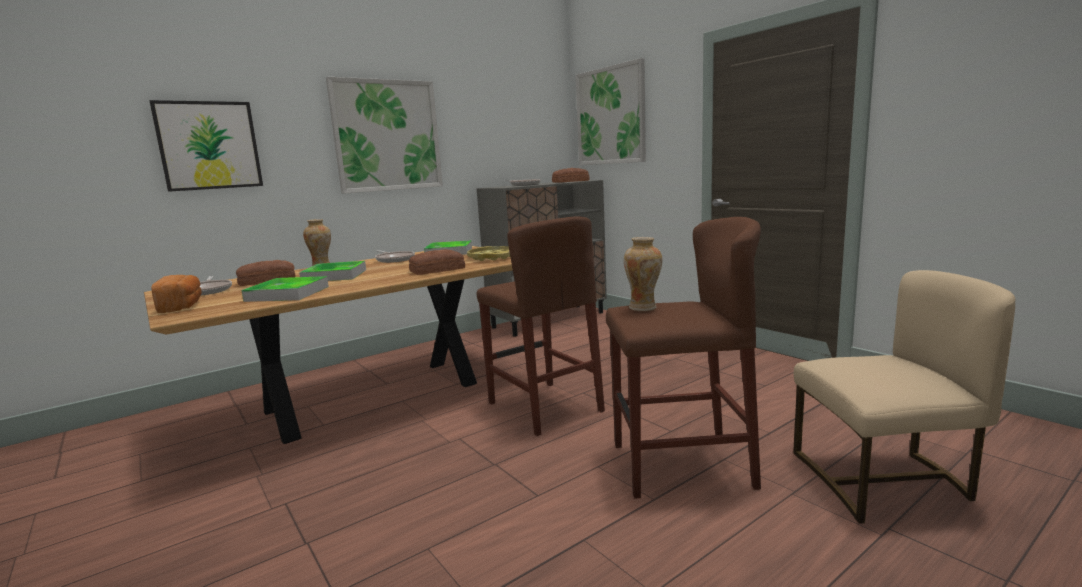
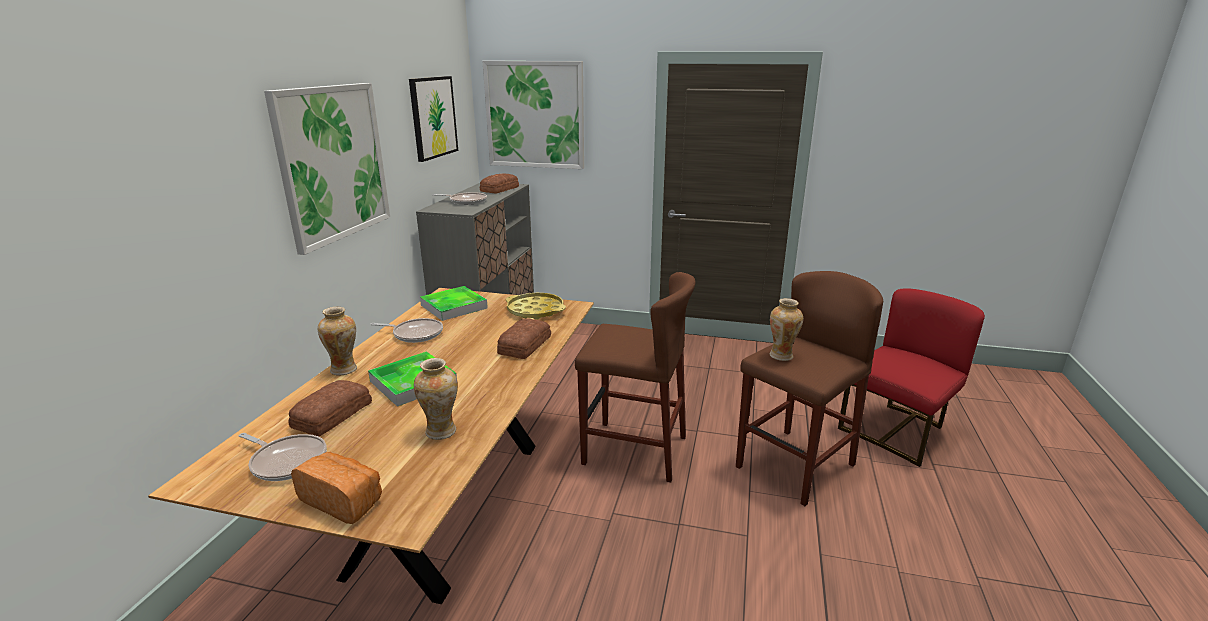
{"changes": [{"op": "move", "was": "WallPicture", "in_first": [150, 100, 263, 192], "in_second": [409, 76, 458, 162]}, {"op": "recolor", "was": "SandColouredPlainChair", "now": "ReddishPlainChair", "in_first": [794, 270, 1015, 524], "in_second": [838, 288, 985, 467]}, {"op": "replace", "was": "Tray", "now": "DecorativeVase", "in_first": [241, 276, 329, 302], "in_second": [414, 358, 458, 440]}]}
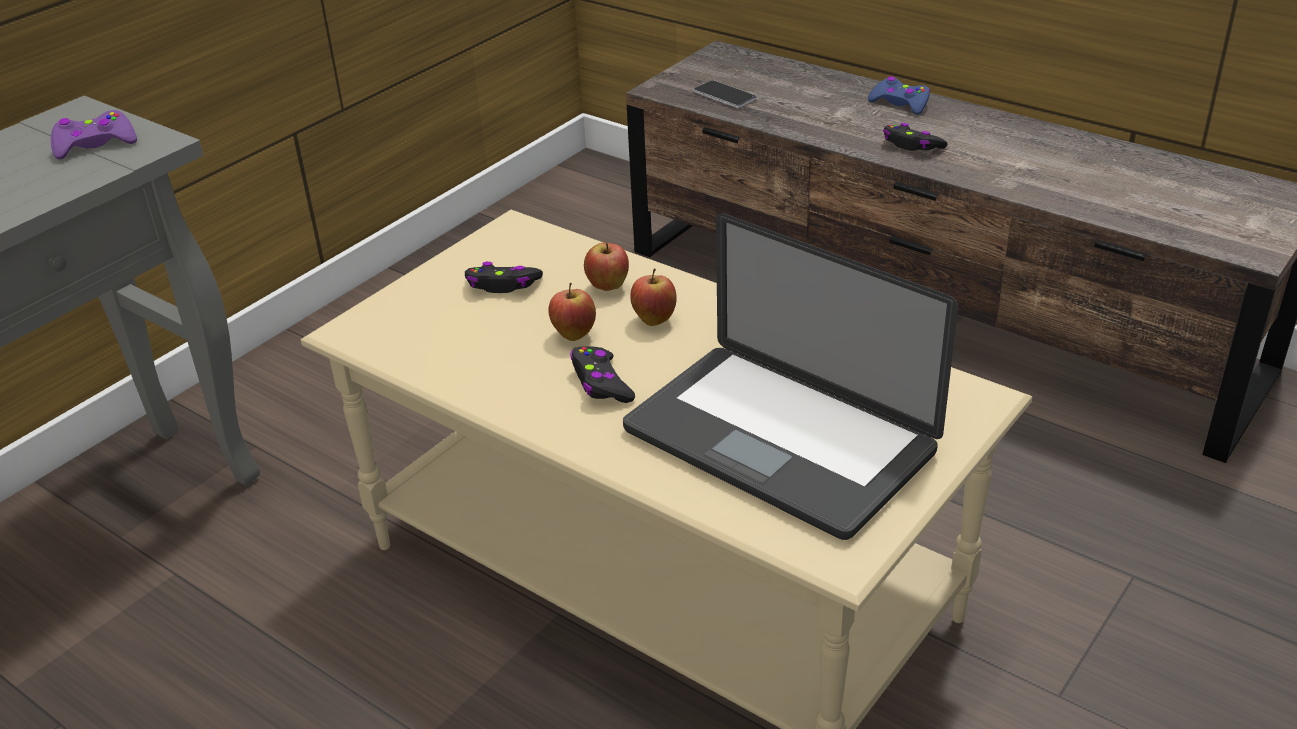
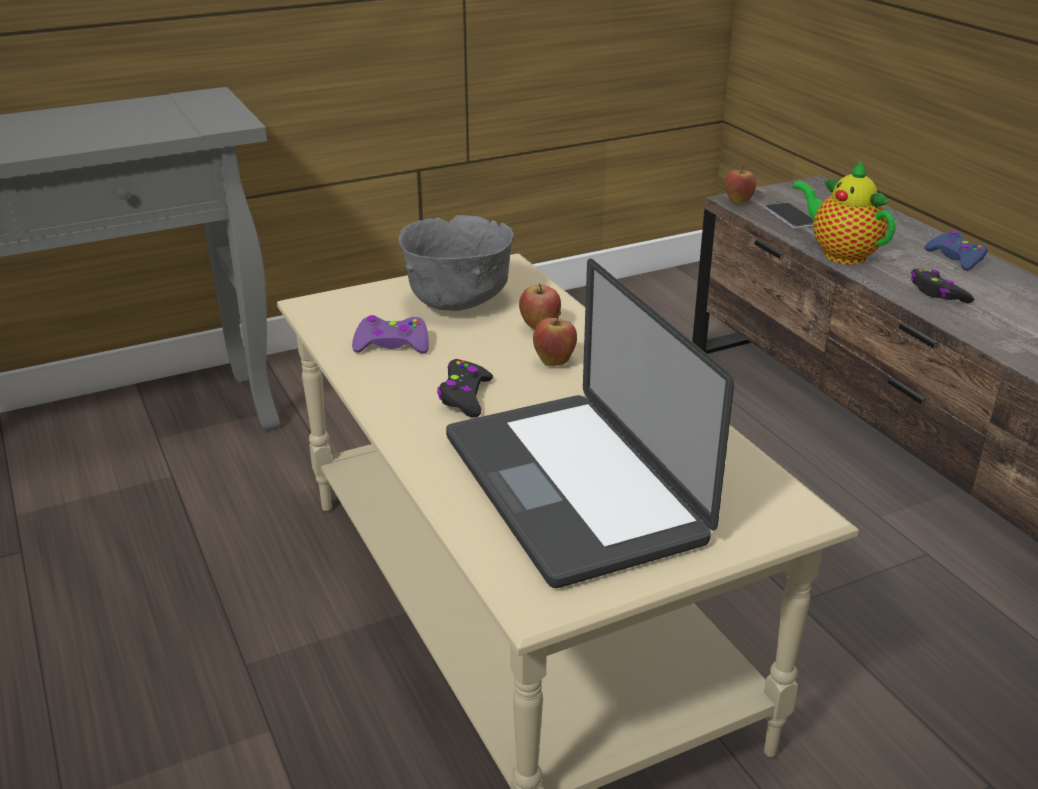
{"changes": [{"op": "move", "was": "PurplishGameController", "in_first": [51, 110, 137, 159], "in_second": [352, 315, 429, 353]}, {"op": "replace", "was": "BlackGameController", "now": "GrayServingBowl", "in_first": [465, 262, 543, 293], "in_second": [398, 215, 514, 311]}, {"op": "move", "was": "Apple", "in_first": [548, 283, 596, 341], "in_second": [725, 164, 756, 204]}, {"op": "insert", "now": "Teapot", "in_second": [792, 161, 895, 265]}]}
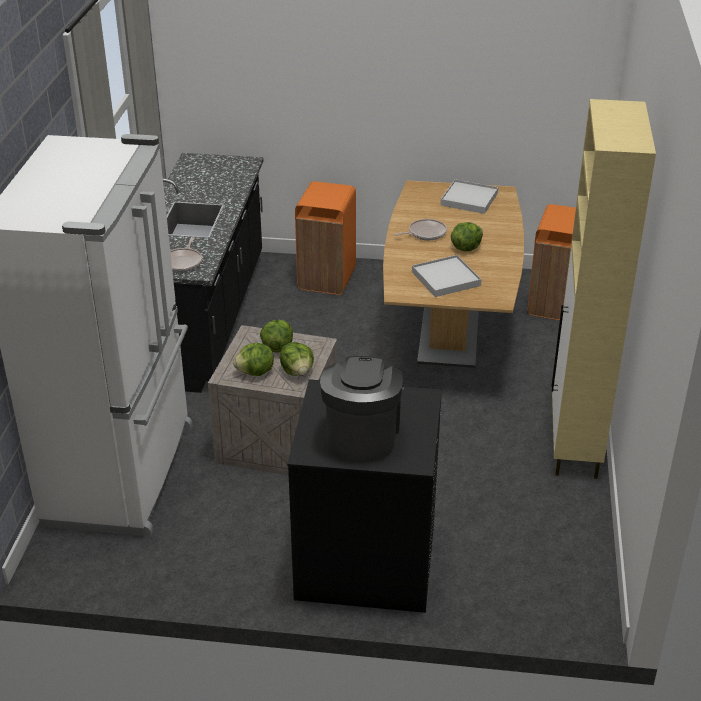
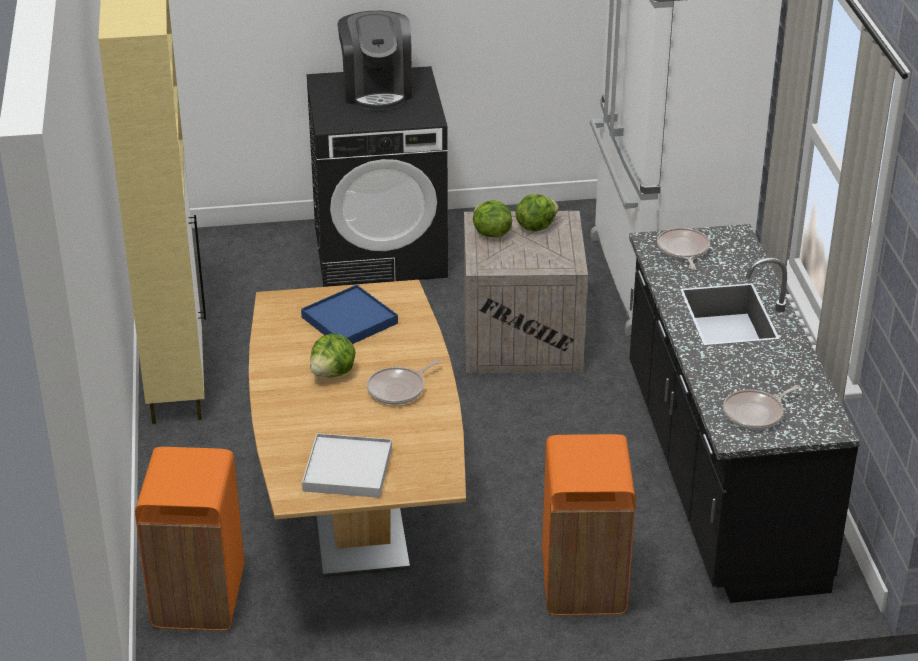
{"changes": [{"op": "recolor", "was": "WhiteColouredTray", "now": "BluishTray", "in_first": [412, 255, 482, 297], "in_second": [301, 285, 398, 344]}, {"op": "delete", "was": "HeadOfLettuce", "in_first": [260, 320, 293, 353]}, {"op": "insert", "now": "Skillet", "in_second": [723, 385, 800, 430]}]}
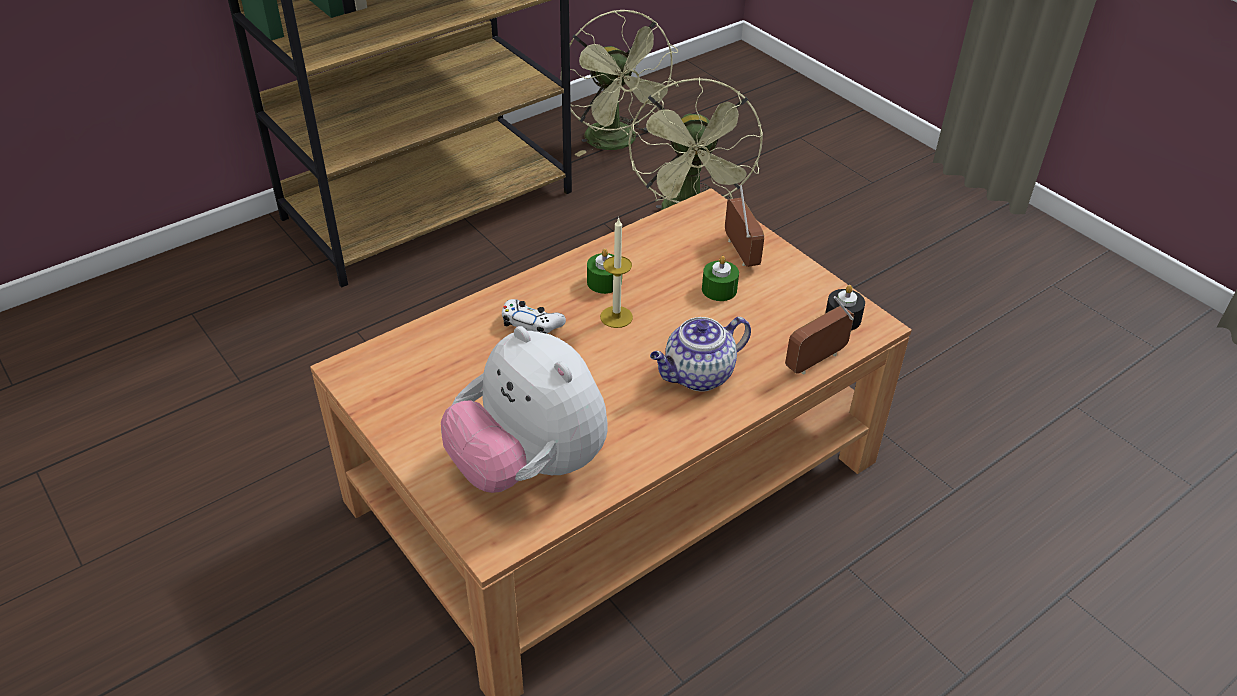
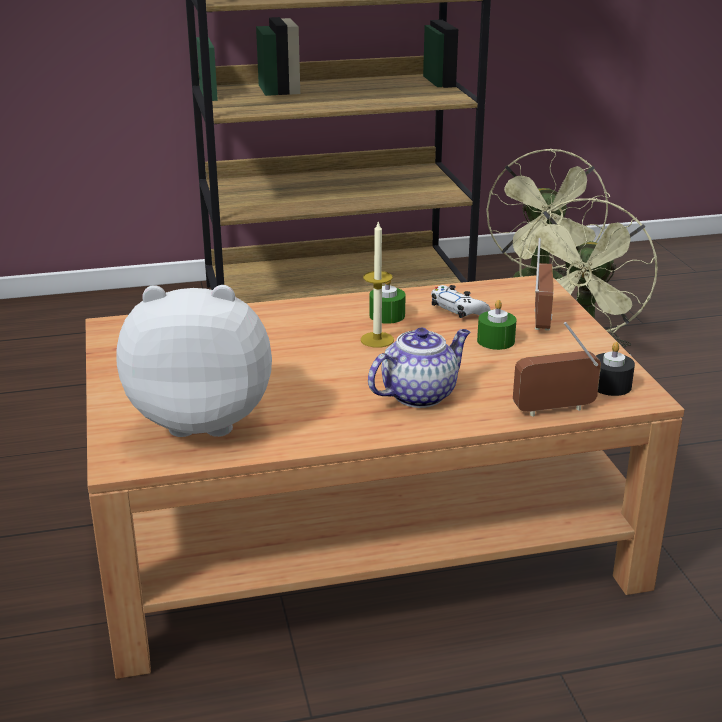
{"changes": [{"op": "move", "was": "WhiteColouredGameController", "in_first": [502, 299, 566, 334], "in_second": [431, 285, 490, 318]}, {"op": "rotate", "was": "Teapot", "in_first": [650, 317, 751, 392], "in_second": [368, 328, 470, 408], "clockwise": 150}, {"op": "rotate", "was": "SoftToy", "in_first": [441, 326, 608, 493], "in_second": [116, 285, 272, 437], "clockwise": 105}]}
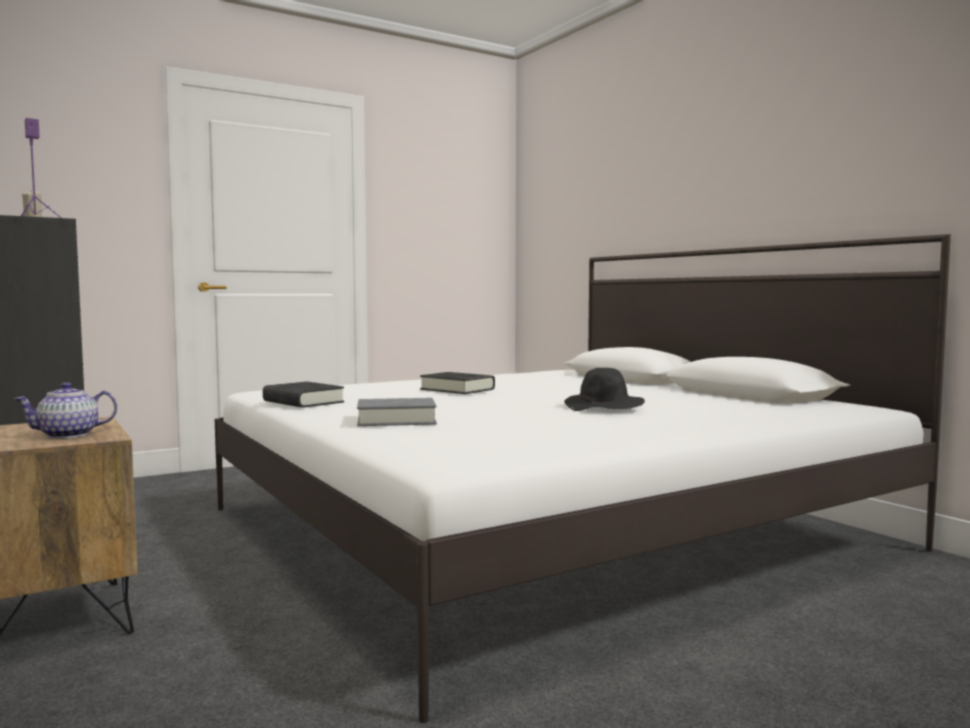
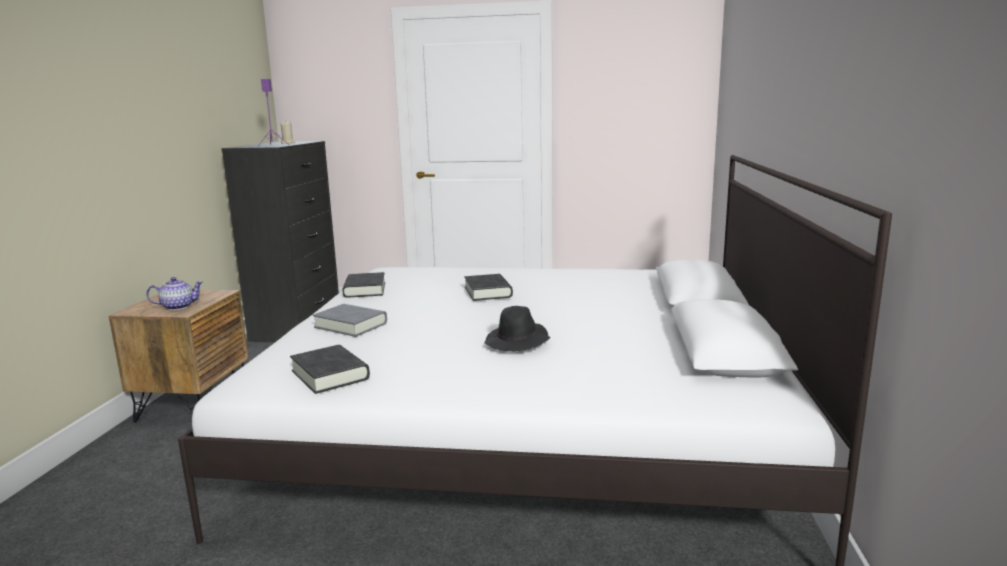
{"changes": [{"op": "rotate", "was": "Teapot", "in_first": [14, 382, 117, 439], "in_second": [146, 277, 203, 310], "clockwise": 150}, {"op": "insert", "now": "BlackBoundBook", "in_second": [290, 345, 370, 394]}]}
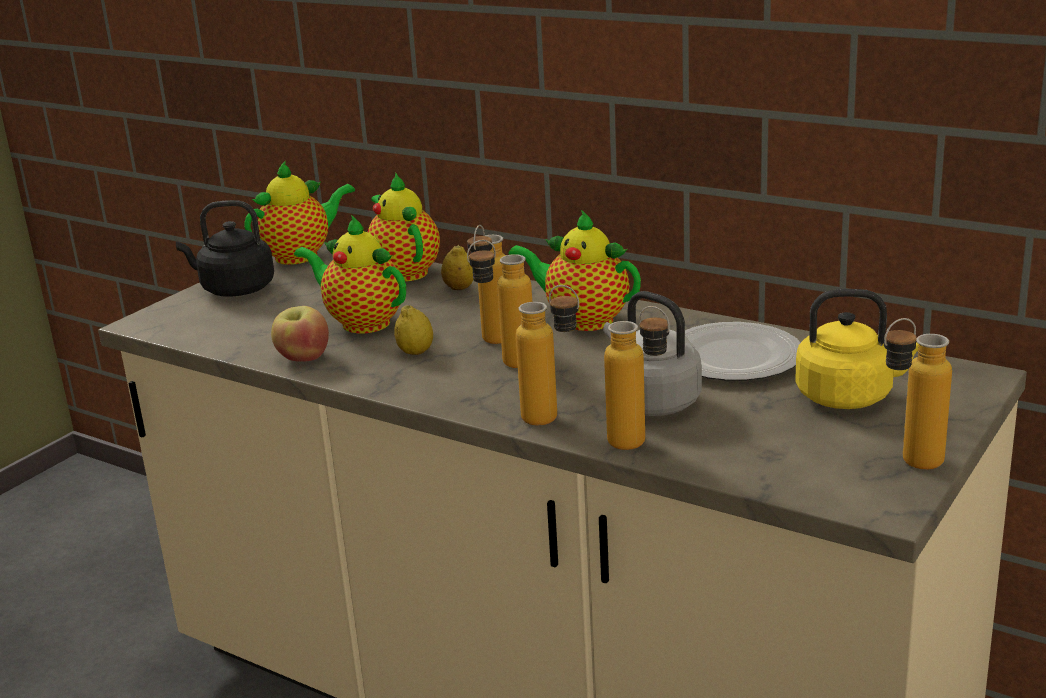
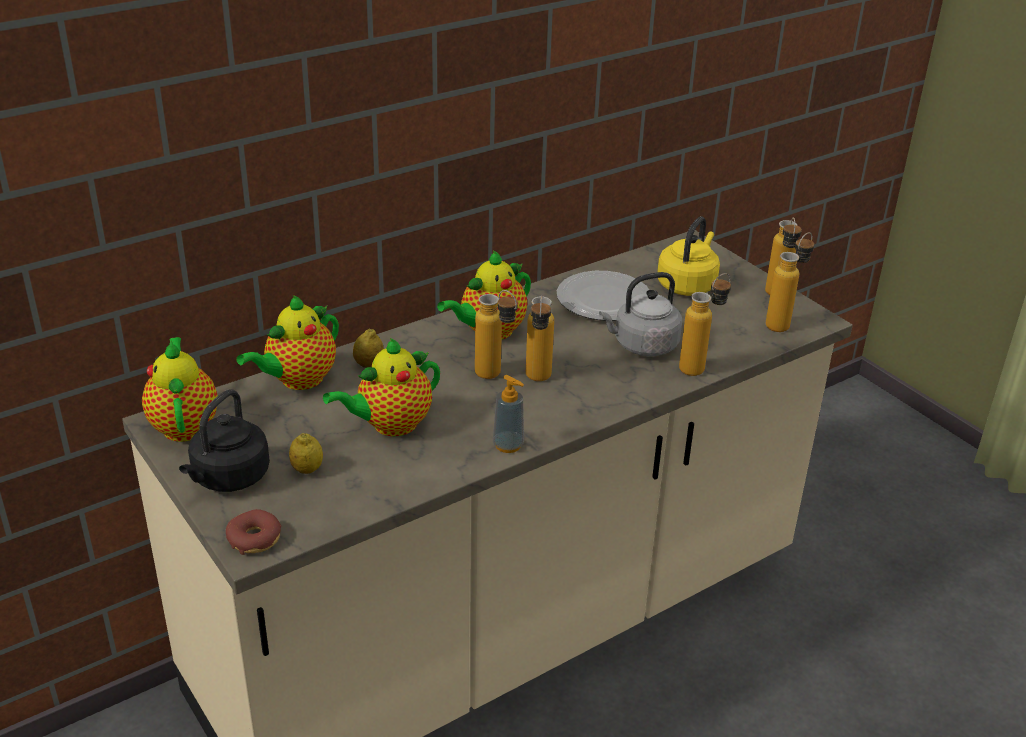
{"changes": [{"op": "rotate", "was": "Teapot", "in_first": [368, 173, 440, 282], "in_second": [236, 295, 339, 390], "clockwise": -45}, {"op": "move", "was": "BeverageBottle", "in_first": [516, 285, 579, 425], "in_second": [766, 232, 814, 332]}, {"op": "move", "was": "WholeLemon", "in_first": [394, 305, 433, 355], "in_second": [289, 433, 323, 474]}, {"op": "delete", "was": "Apple", "in_first": [271, 306, 329, 362]}, {"op": "insert", "now": "SoapBottle", "in_second": [493, 375, 524, 453]}, {"op": "insert", "now": "Donut", "in_second": [226, 509, 281, 555]}]}
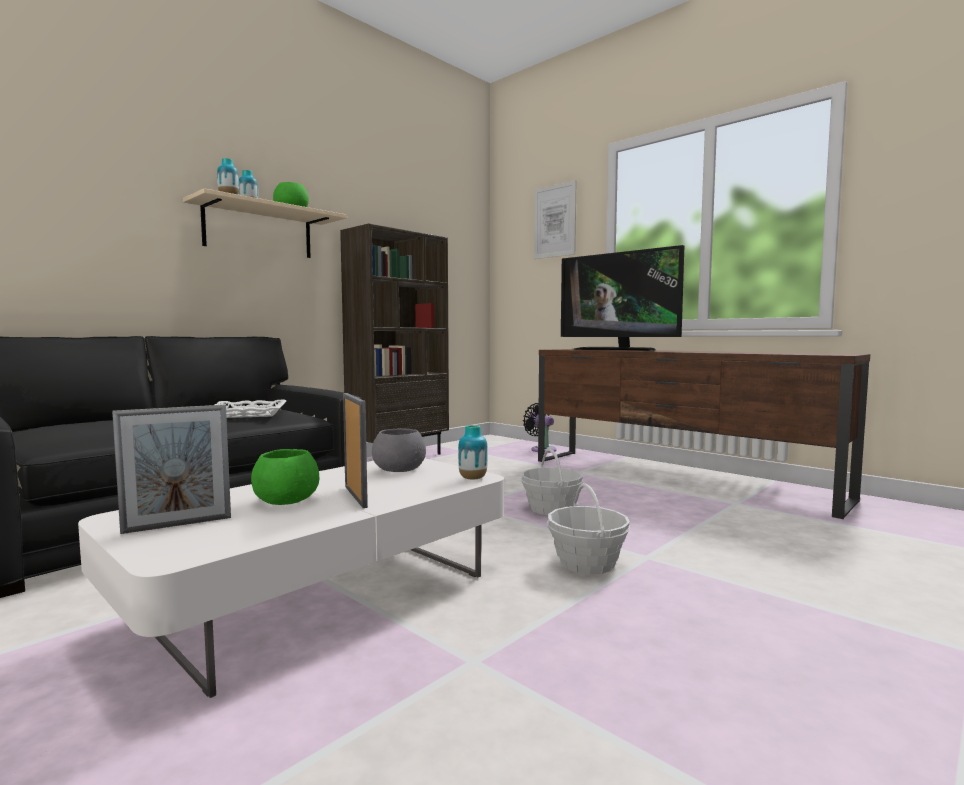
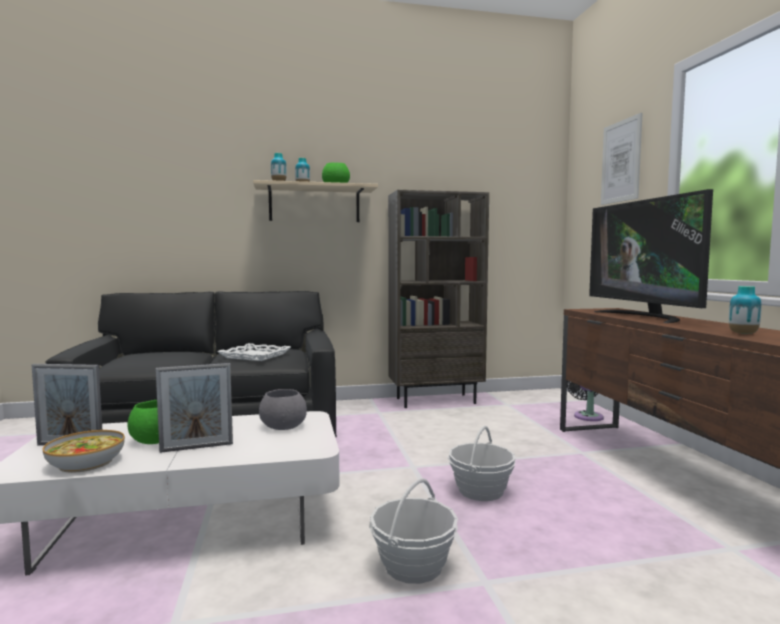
{"changes": [{"op": "rotate", "was": "StandingFrame", "in_first": [343, 393, 368, 508], "in_second": [156, 363, 233, 453], "clockwise": 60}, {"op": "move", "was": "DecorativeVase", "in_first": [458, 425, 488, 480], "in_second": [729, 286, 762, 334]}, {"op": "insert", "now": "ServingBowl", "in_second": [43, 430, 125, 473]}]}
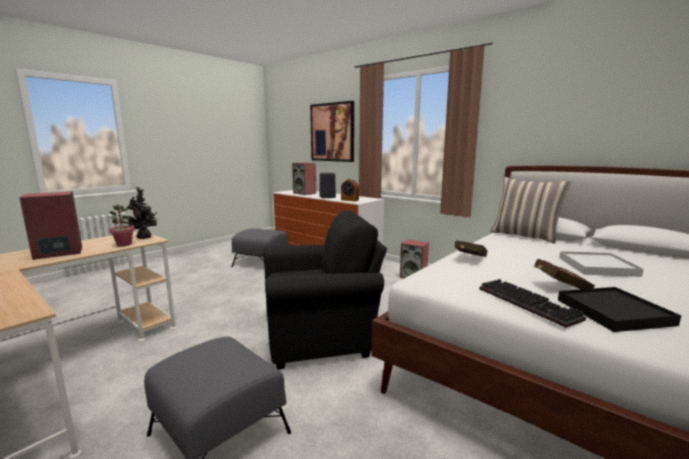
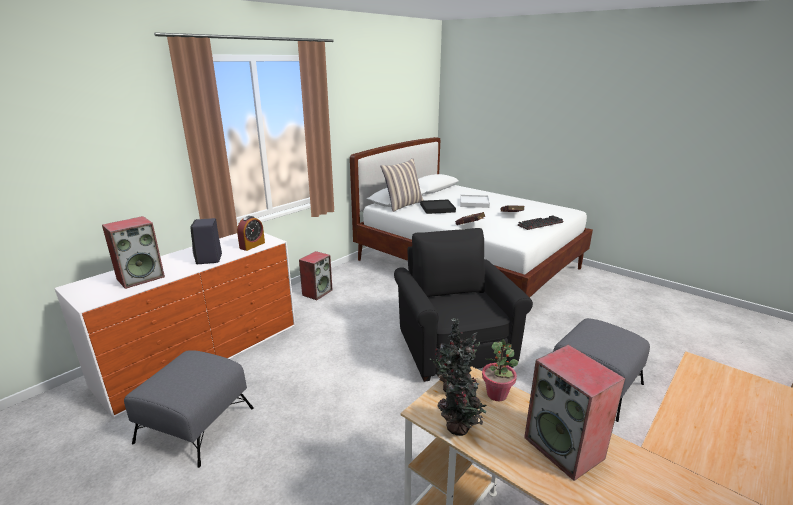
{"changes": [{"op": "delete", "was": "WallPicture", "in_first": [310, 101, 354, 162]}, {"op": "move", "was": "BlackTray", "in_first": [558, 287, 681, 332], "in_second": [420, 199, 456, 214]}, {"op": "insert", "now": "Houseplant", "in_second": [437, 348, 487, 436]}]}
